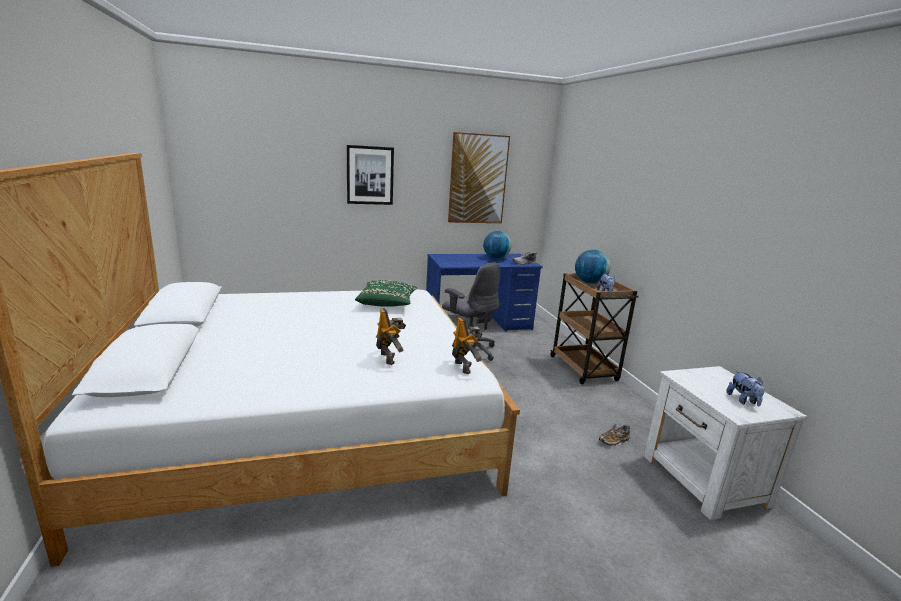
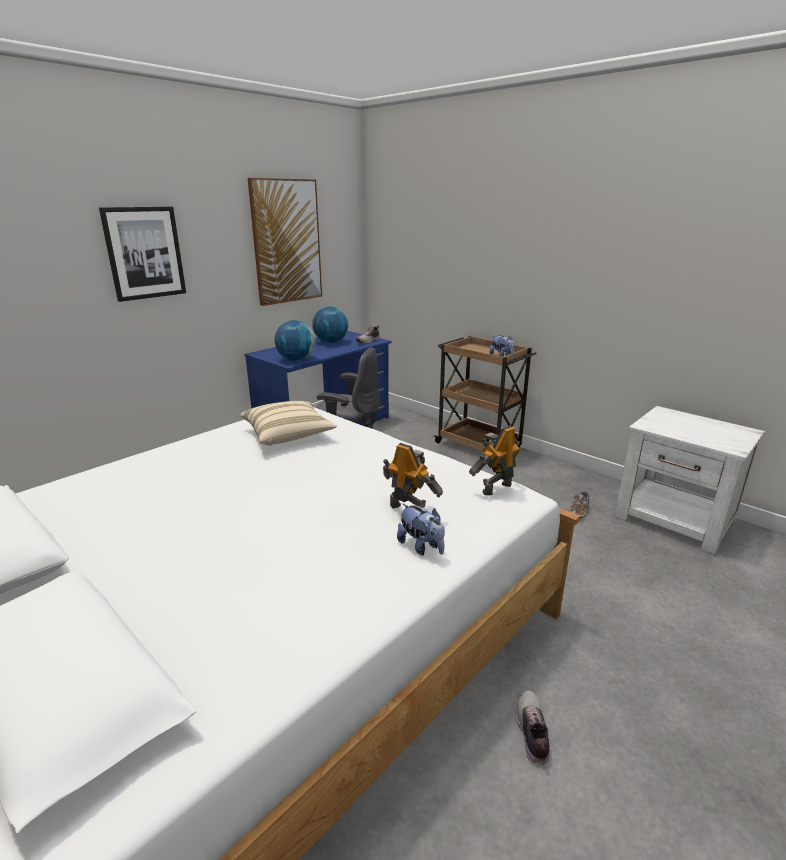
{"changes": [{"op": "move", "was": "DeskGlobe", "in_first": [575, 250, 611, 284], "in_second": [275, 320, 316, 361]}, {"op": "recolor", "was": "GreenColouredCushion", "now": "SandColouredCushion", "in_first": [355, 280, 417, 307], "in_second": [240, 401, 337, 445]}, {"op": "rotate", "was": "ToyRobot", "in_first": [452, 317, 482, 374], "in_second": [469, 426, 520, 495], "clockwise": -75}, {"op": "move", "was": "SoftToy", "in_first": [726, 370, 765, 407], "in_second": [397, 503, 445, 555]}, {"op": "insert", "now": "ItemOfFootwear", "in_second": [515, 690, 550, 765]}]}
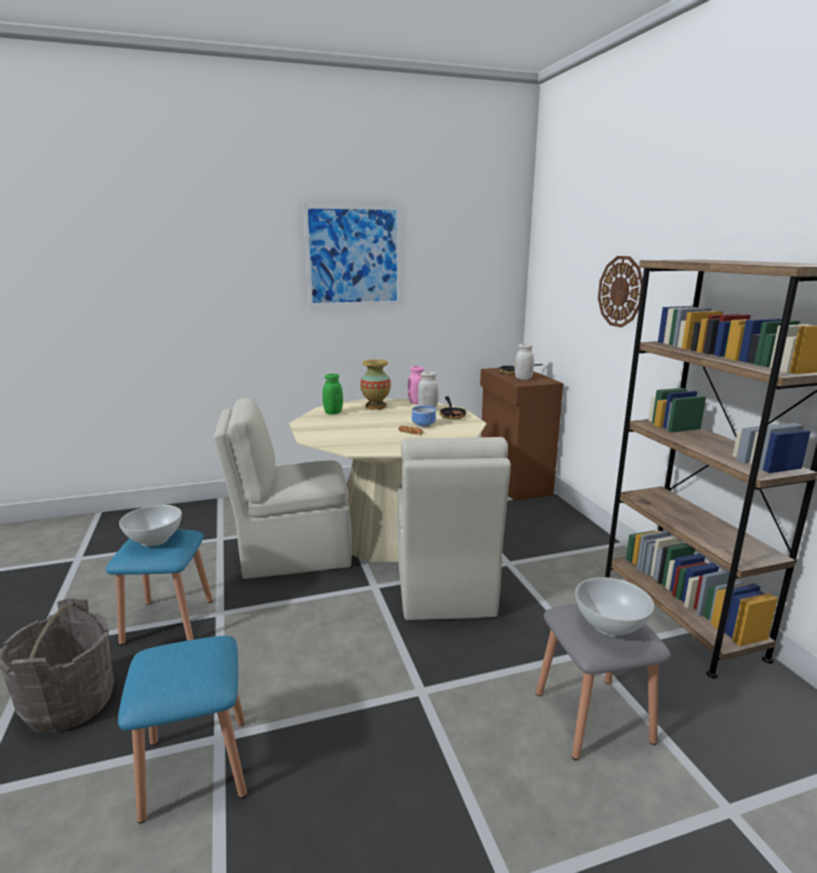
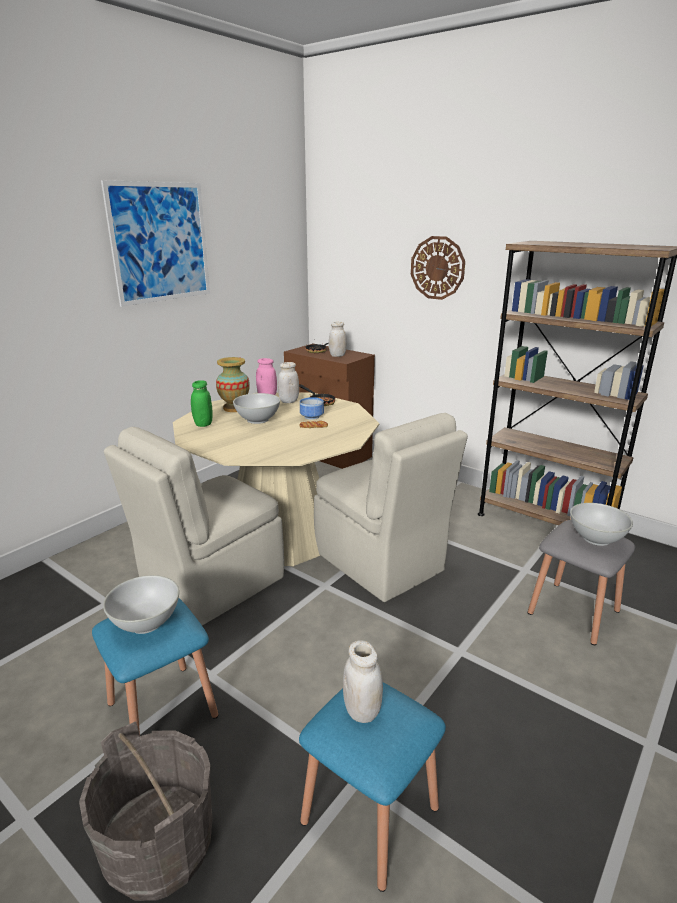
{"changes": [{"op": "insert", "now": "WhiteColouredServingBowl", "in_second": [233, 393, 280, 424]}, {"op": "insert", "now": "WhiteColouredStorageJar", "in_second": [343, 640, 383, 723]}]}
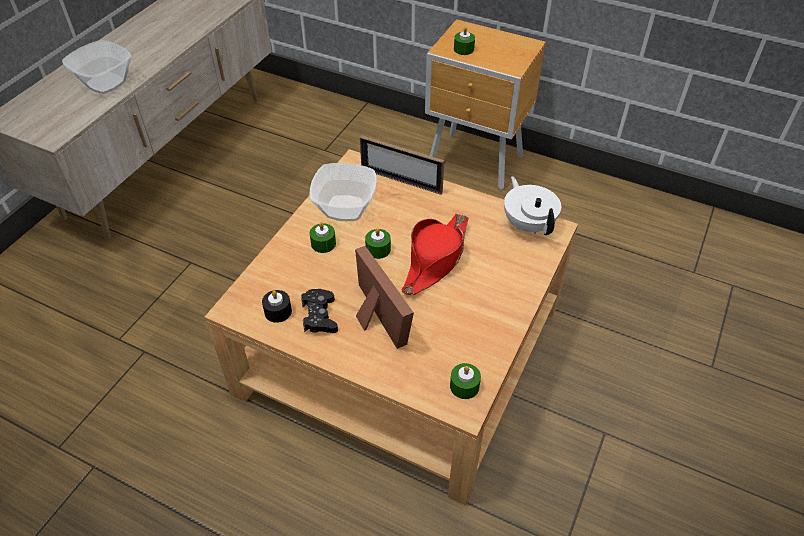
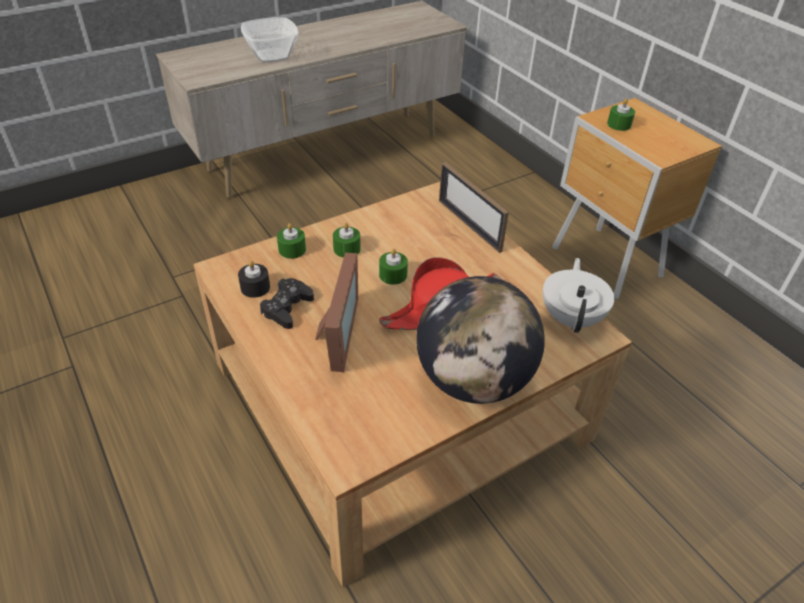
{"changes": [{"op": "delete", "was": "ServingBowl", "in_first": [309, 163, 377, 221]}, {"op": "move", "was": "GreenColouredWaxLight", "in_first": [450, 363, 481, 399], "in_second": [277, 223, 306, 259]}, {"op": "insert", "now": "DeskGlobe", "in_second": [417, 276, 545, 404]}]}
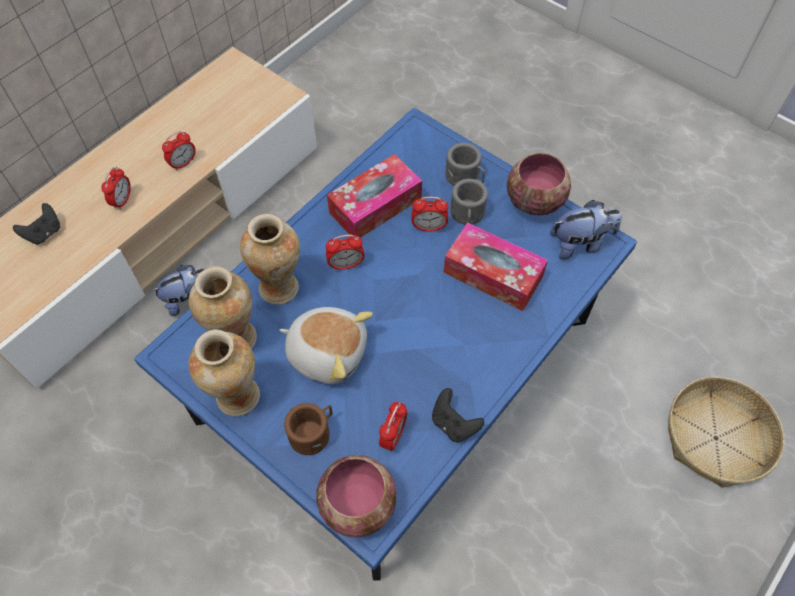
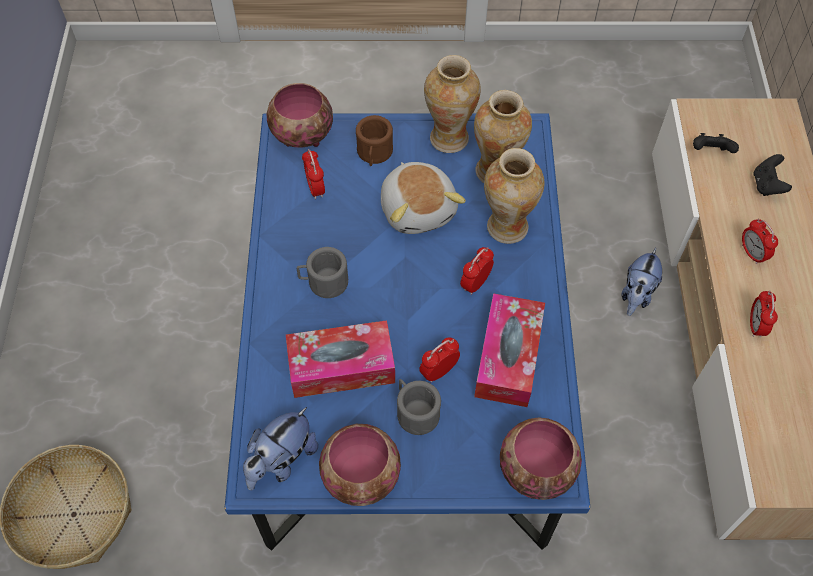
{"changes": [{"op": "move", "was": "GrayTeaMug", "in_first": [445, 143, 485, 186], "in_second": [297, 247, 348, 298]}, {"op": "rotate", "was": "SoftToy", "in_first": [280, 307, 373, 384], "in_second": [381, 162, 466, 234], "clockwise": -90}, {"op": "move", "was": "BlackGameController", "in_first": [432, 388, 484, 442], "in_second": [693, 133, 739, 153]}, {"op": "insert", "now": "ServingBowl", "in_second": [500, 417, 582, 500]}]}
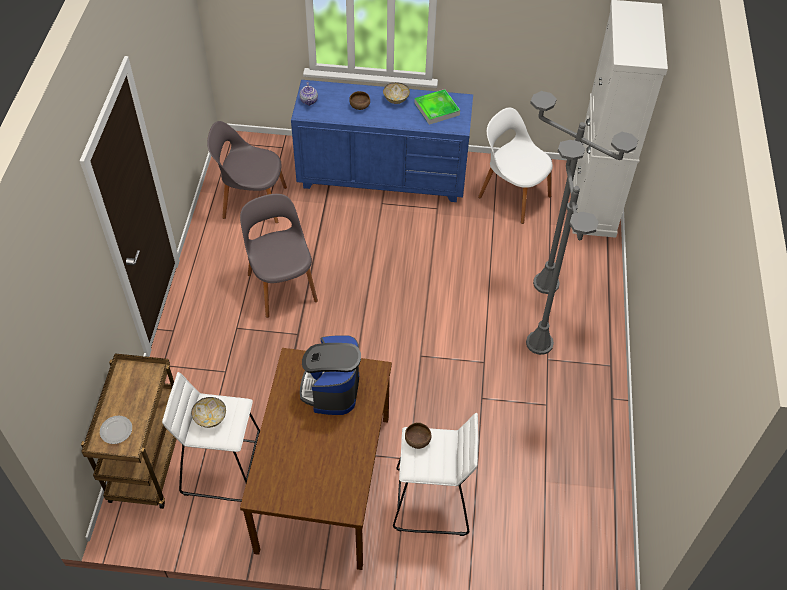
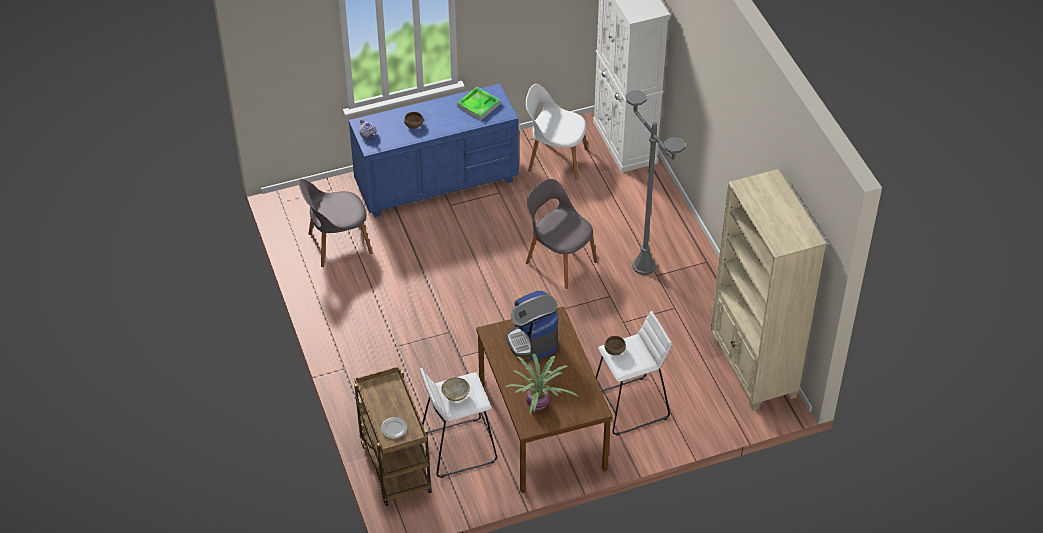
{"changes": [{"op": "delete", "was": "ServingBowl", "in_first": [383, 82, 410, 104]}, {"op": "delete", "was": "GrayFloorLamp", "in_first": [530, 91, 638, 294]}, {"op": "move", "was": "GrayPlainChair", "in_first": [240, 194, 318, 318], "in_second": [526, 179, 597, 289]}, {"op": "insert", "now": "SandColouredShelvingUnit", "in_second": [710, 169, 826, 411]}, {"op": "insert", "now": "Houseplant", "in_second": [505, 353, 577, 415]}]}
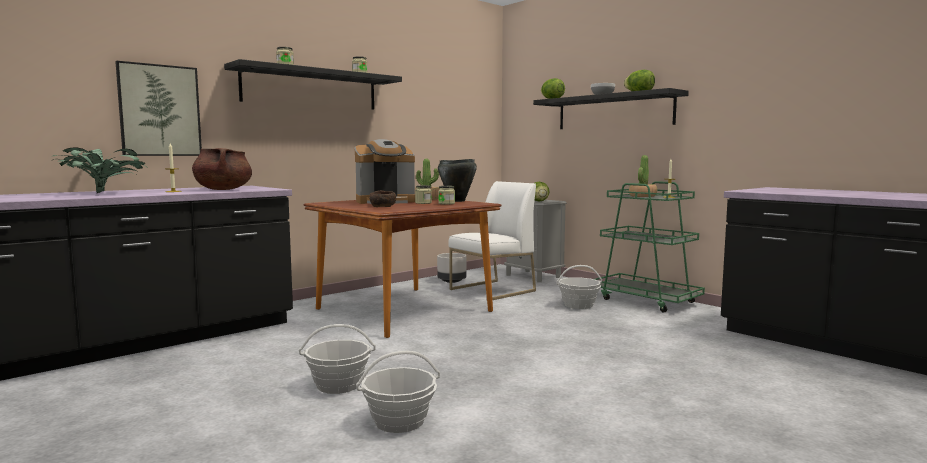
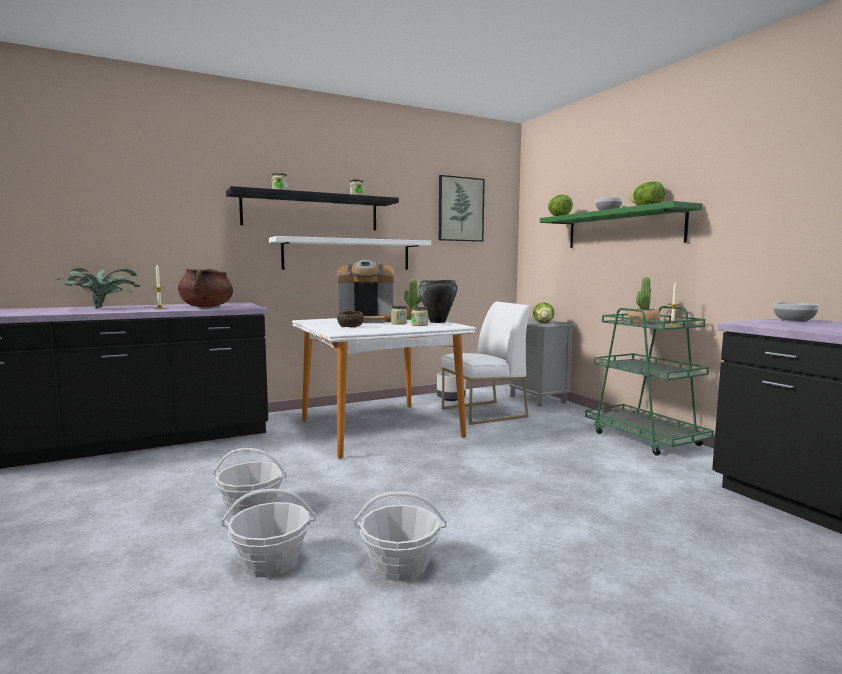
{"changes": [{"op": "move", "was": "WallPicture", "in_first": [115, 61, 202, 156], "in_second": [439, 175, 485, 242]}, {"op": "recolor", "was": "BlackBracketShelf", "now": "GreenColouredBracketShelf", "in_first": [533, 88, 689, 129], "in_second": [540, 201, 702, 248]}, {"op": "recolor", "was": "BrownColouredDiningTable", "now": "WhiteColouredDiningTable", "in_first": [304, 199, 502, 338], "in_second": [292, 318, 476, 459]}, {"op": "move", "was": "Basket", "in_first": [556, 265, 602, 309], "in_second": [353, 492, 447, 581]}, {"op": "insert", "now": "WhiteColouredBracketShelf", "in_second": [269, 236, 431, 270]}, {"op": "insert", "now": "ServingBowl", "in_second": [773, 303, 819, 322]}]}
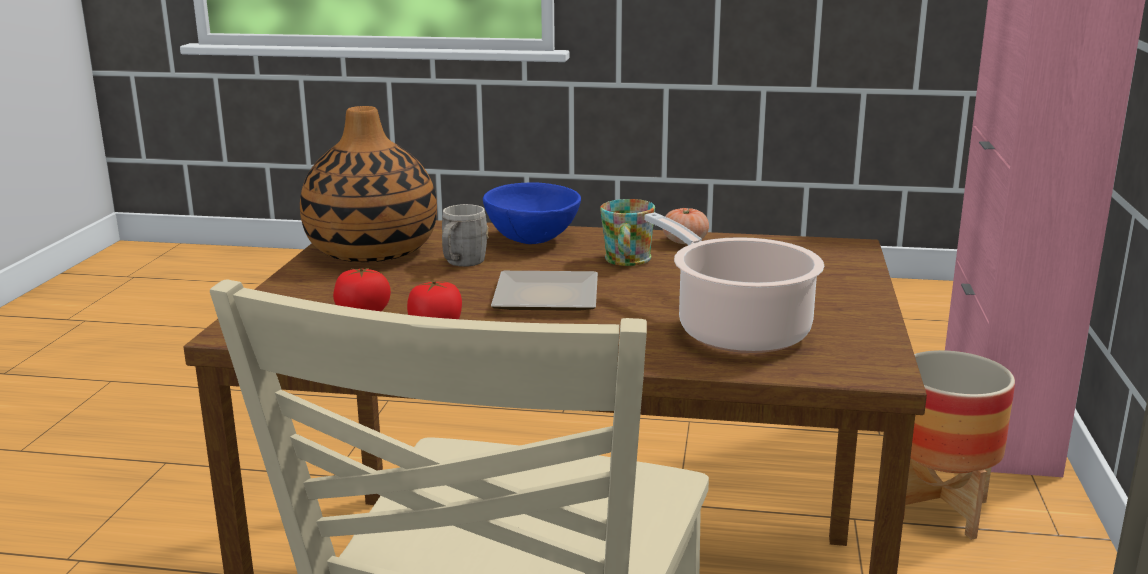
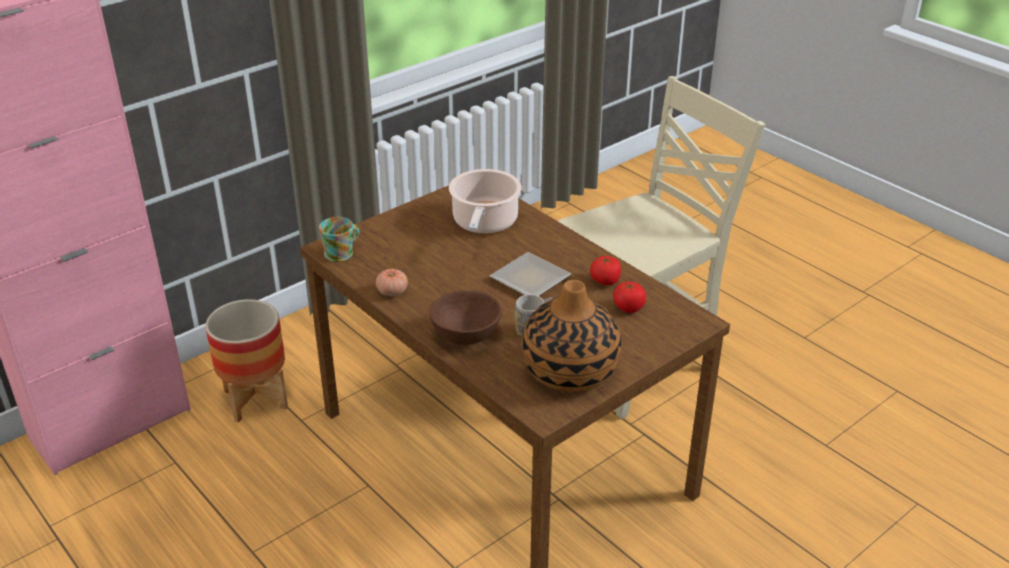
{"changes": [{"op": "recolor", "was": "BluishServingBowl", "now": "BrownColouredServingBowl", "in_first": [483, 182, 581, 244], "in_second": [429, 290, 502, 345]}, {"op": "move", "was": "TeaMug", "in_first": [600, 199, 655, 266], "in_second": [319, 217, 359, 262]}]}
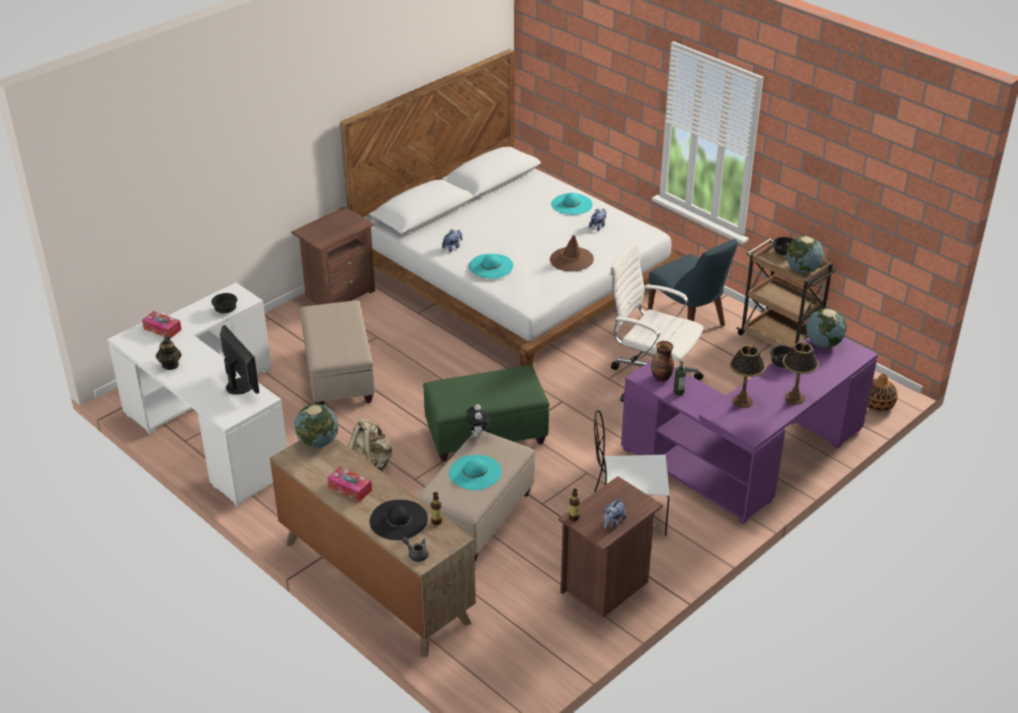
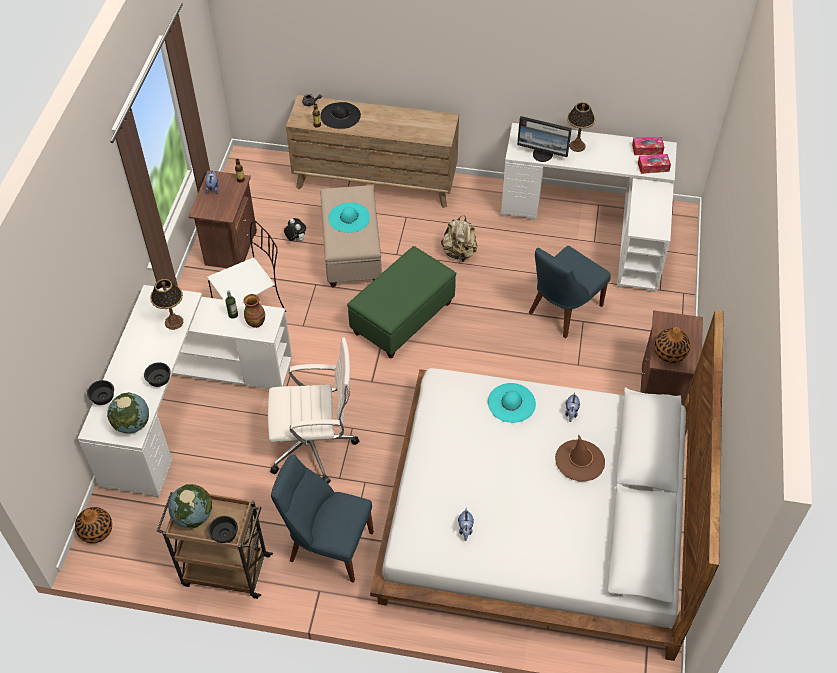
{"changes": [{"op": "delete", "was": "BlueGreenClothingHat", "in_first": [551, 193, 593, 215]}, {"op": "move", "was": "BrownColouredClothingHat", "in_first": [550, 235, 594, 272], "in_second": [555, 434, 605, 482]}, {"op": "move", "was": "BlackServingBowl", "in_first": [211, 293, 238, 313], "in_second": [87, 380, 114, 405]}, {"op": "replace", "was": "SandColouredOttoman", "now": "BluishPlainChair", "in_first": [300, 301, 375, 405], "in_second": [529, 246, 611, 338]}, {"op": "delete", "was": "Teapot", "in_first": [156, 335, 181, 370]}, {"op": "recolor", "was": "PurplishDeskUnit", "now": "WhiteColouredDeskUnit", "in_first": [621, 337, 878, 524], "in_second": [78, 285, 292, 498]}, {"op": "move", "was": "TableLamp", "in_first": [783, 342, 819, 405], "in_second": [567, 102, 596, 152]}, {"op": "delete", "was": "DeskGlobe", "in_first": [294, 404, 339, 448]}, {"op": "move", "was": "SoftToy", "in_first": [466, 404, 491, 437], "in_second": [284, 218, 306, 242]}, {"op": "move", "was": "TissueBox", "in_first": [328, 466, 372, 502], "in_second": [632, 137, 664, 155]}, {"op": "insert", "now": "DecorativeVase", "in_second": [654, 327, 690, 363]}]}
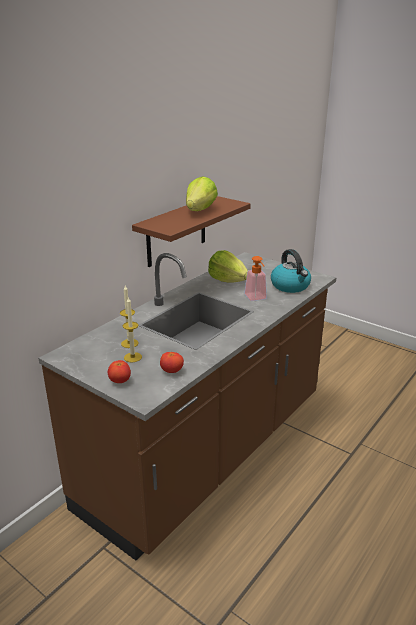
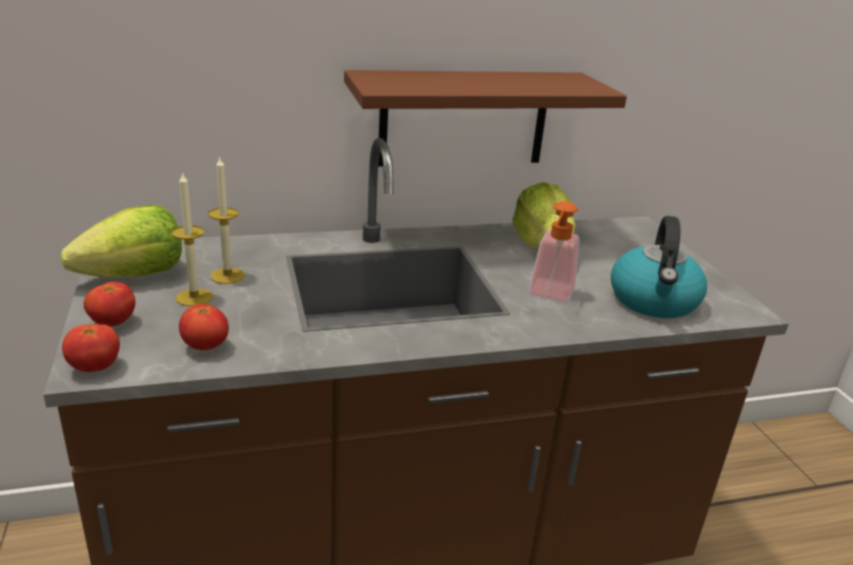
{"changes": [{"op": "move", "was": "HeadOfLettuce", "in_first": [186, 176, 218, 211], "in_second": [61, 205, 182, 277]}, {"op": "insert", "now": "WholeTomato", "in_second": [62, 324, 120, 372]}]}
